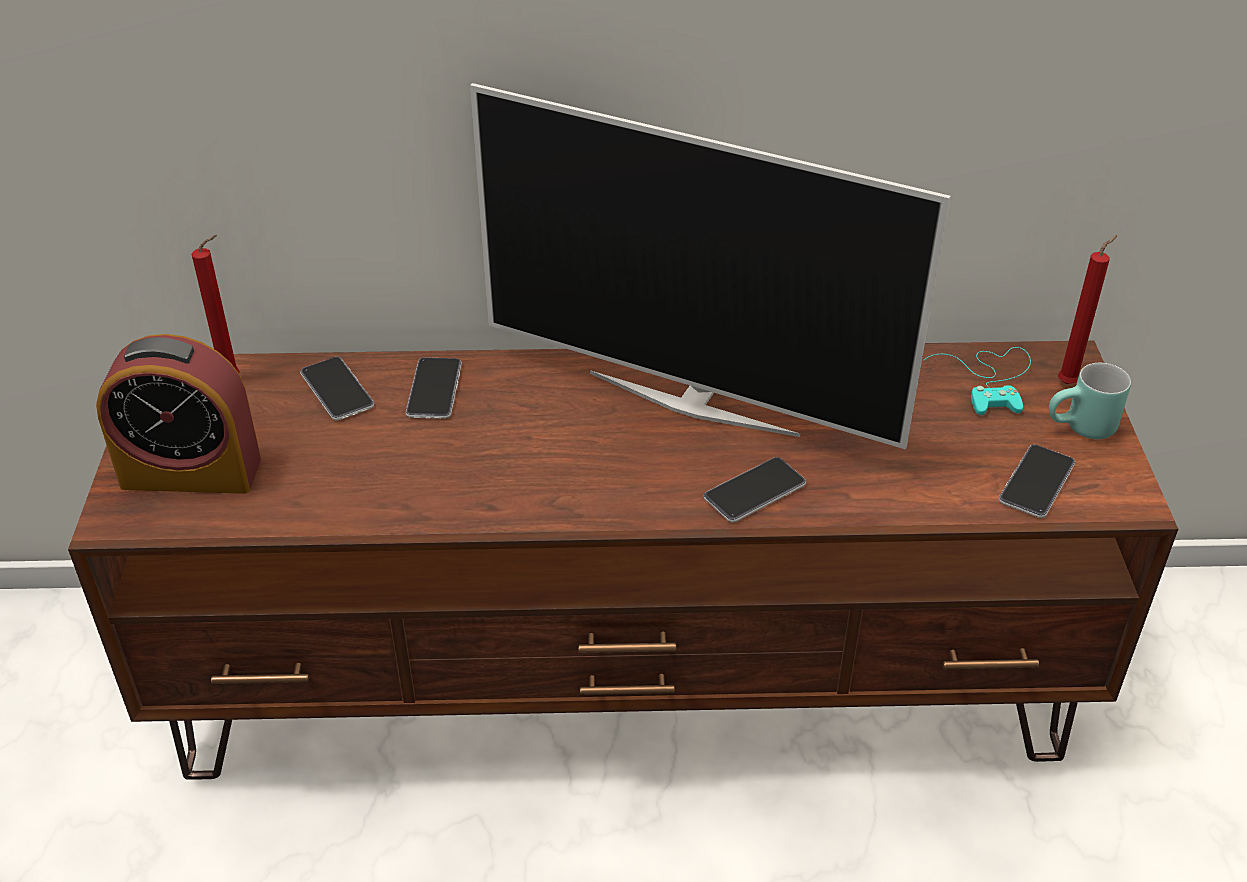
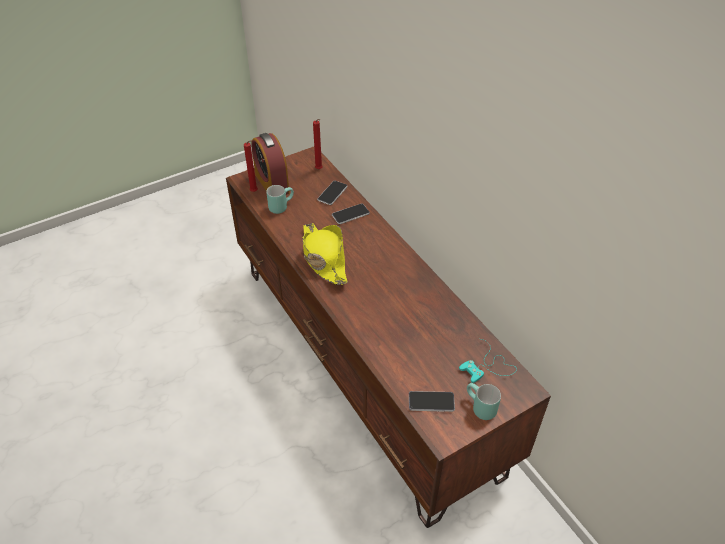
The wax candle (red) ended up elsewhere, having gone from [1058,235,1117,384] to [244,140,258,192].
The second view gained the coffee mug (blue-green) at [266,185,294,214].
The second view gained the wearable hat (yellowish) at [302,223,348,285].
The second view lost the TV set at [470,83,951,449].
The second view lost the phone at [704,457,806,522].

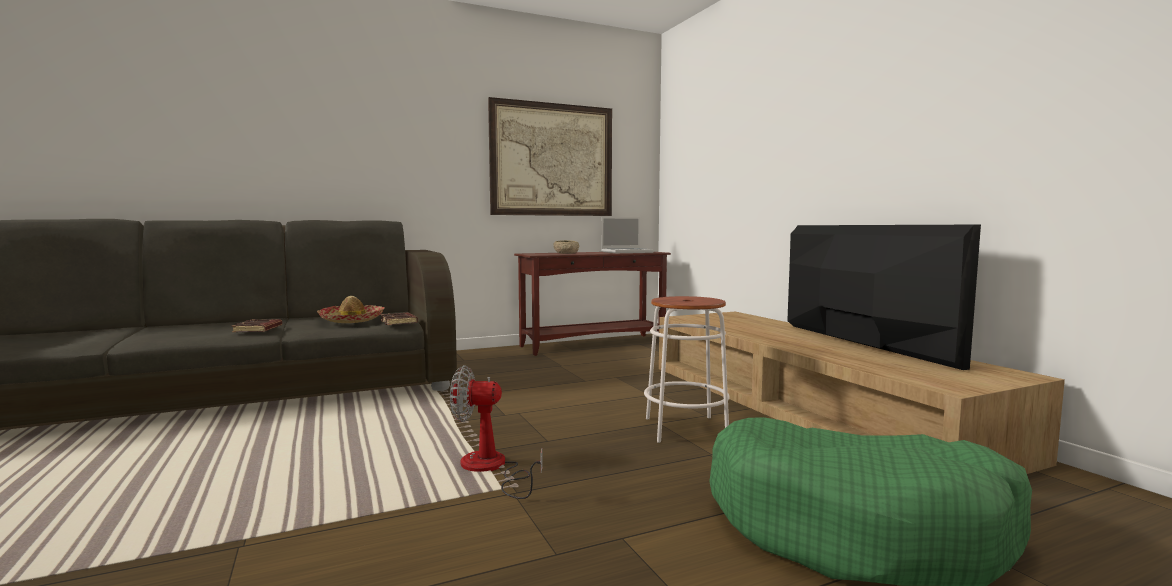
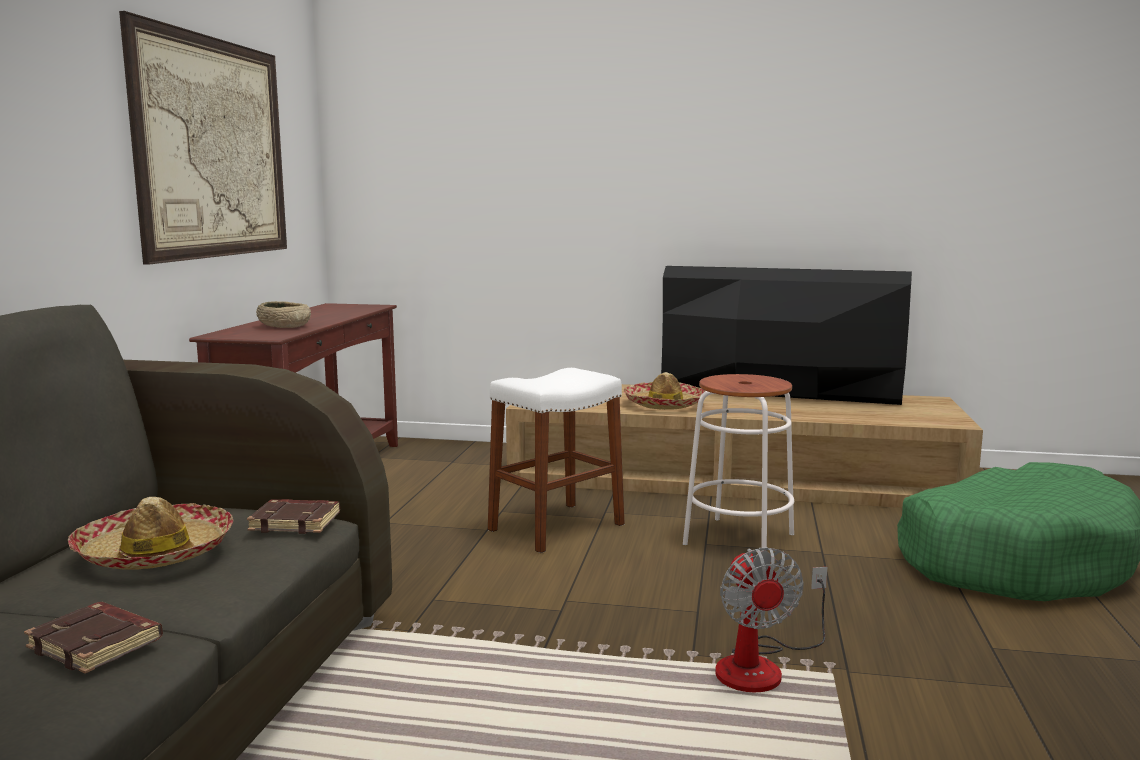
The second view gained the stool (white) at [488,368,625,553].
The second view gained the wearable hat at [623,372,705,410].
The cooling fan at [450,365,543,499] ended up facing another way, 45 degrees counterclockwise from before.
The second view lost the portable computer at [601,217,655,253].

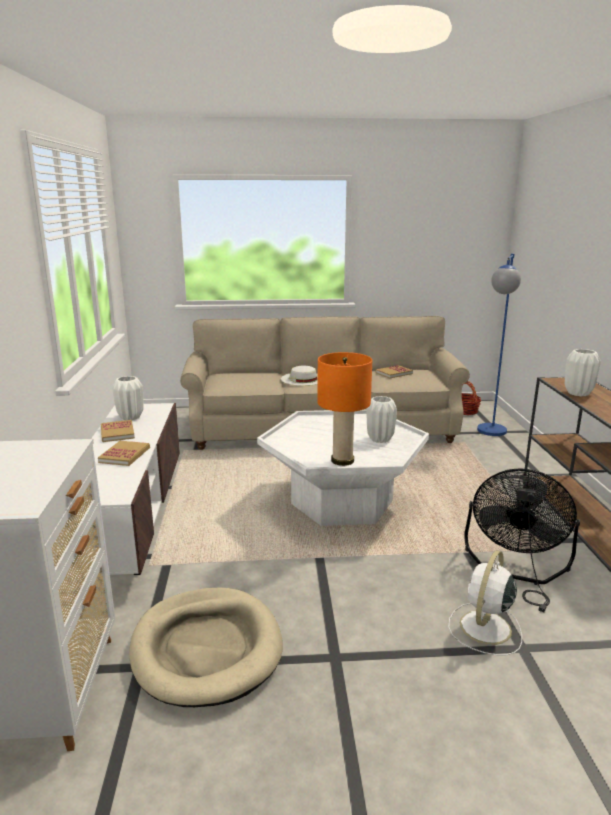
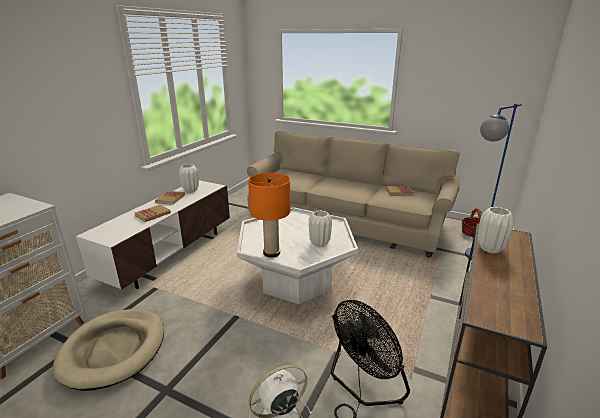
The second view lost the wearable hat (white) at [281,366,318,386].

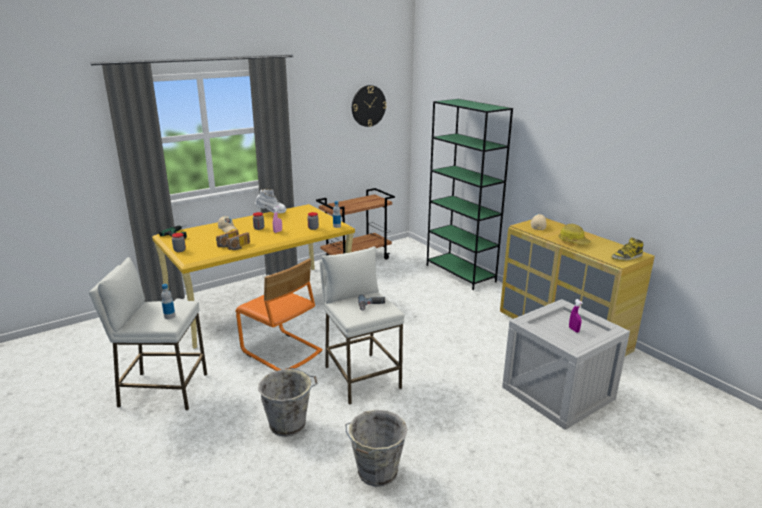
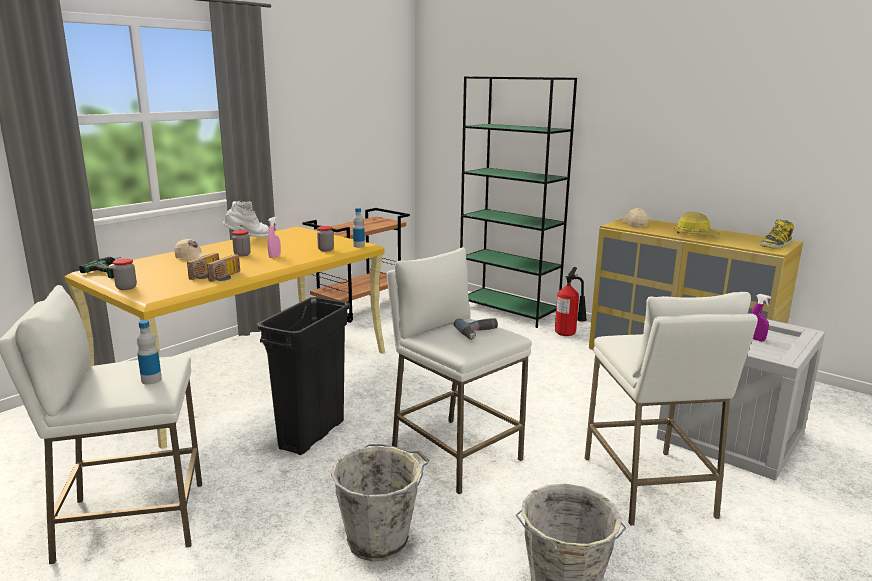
Where the plain chair (orange-coloured) stood at [235,258,322,371], the waste bin (black) came to stand at [257,297,351,455].
The second view gained the fire-fighting cylinder at [555,267,587,336].
The second view gained the stool (white) at [585,292,758,526].
The second view lost the clock on the wall at [352,85,387,127].

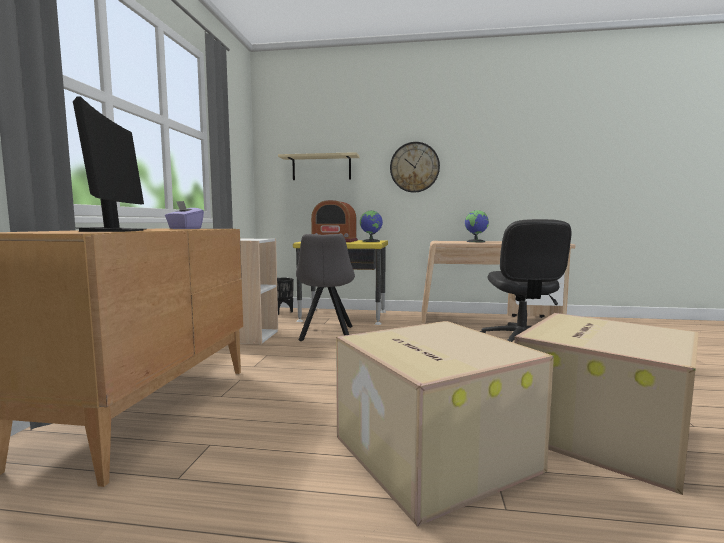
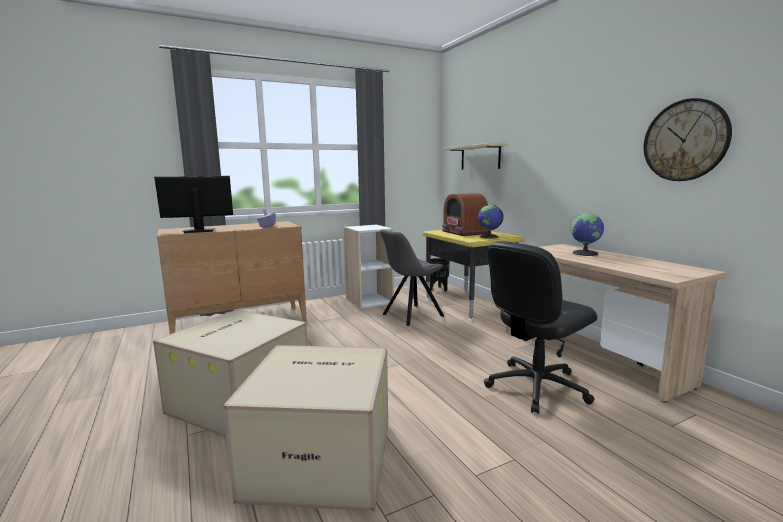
The monitor at [73,96,144,232] ended up facing another way, 150 degrees counterclockwise from before.
The clock on the wall ended up elsewhere, having gone from [390,142,440,193] to [644,98,732,181].

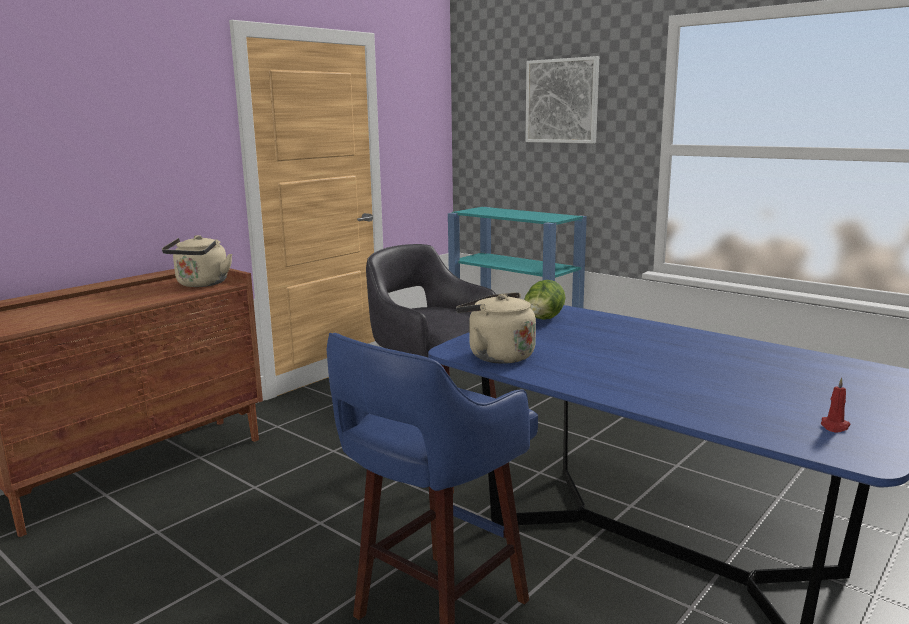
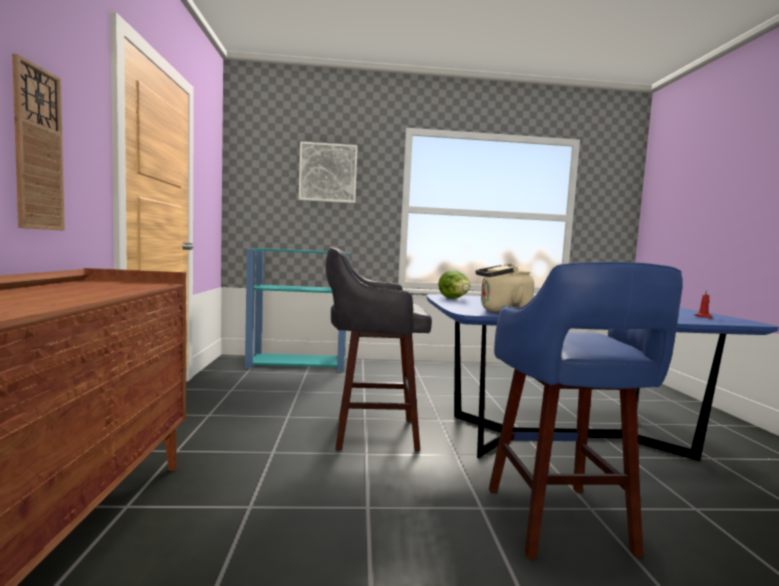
The second view gained the clock on the wall at [12,53,65,231].
The second view lost the kettle (beige-coloured) at [162,235,232,287].

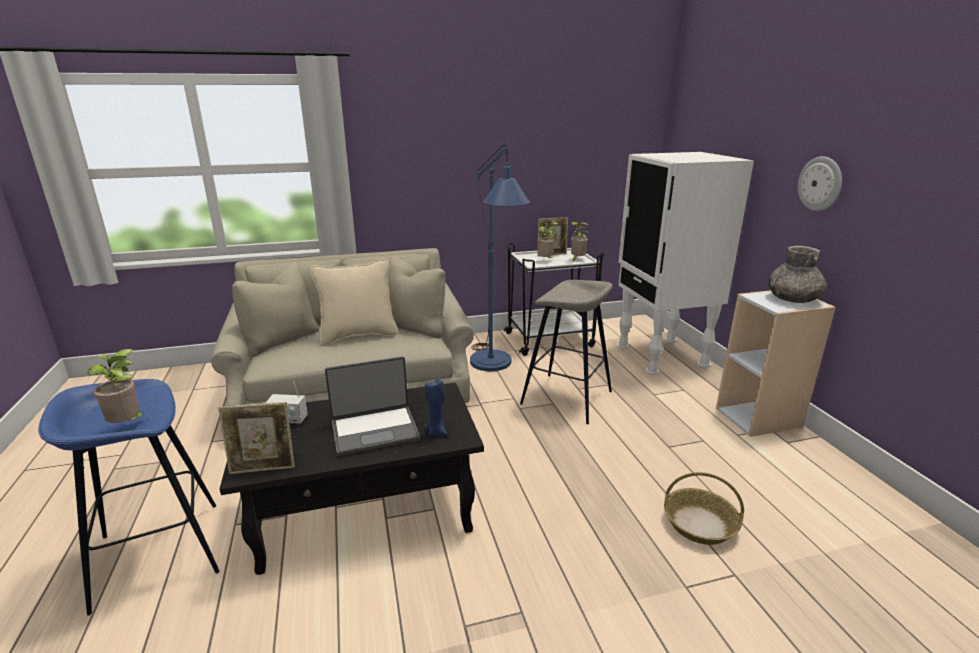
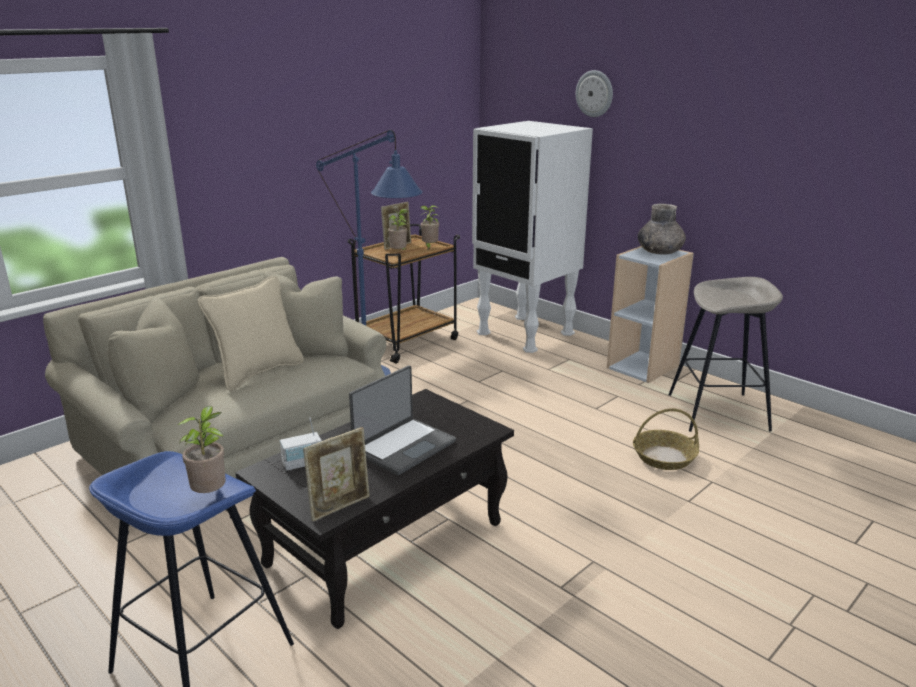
What was the cart (white) at [503,243,605,356] turned into the cart (brown-coloured) at [348,224,460,363].
The clock on the wall ended up elsewhere, having gone from [798,156,842,211] to [576,70,613,117].
The stool (grey) ended up elsewhere, having gone from [520,280,613,424] to [669,277,783,432].
The second view lost the wax candle (blue-coloured) at [425,378,448,437].

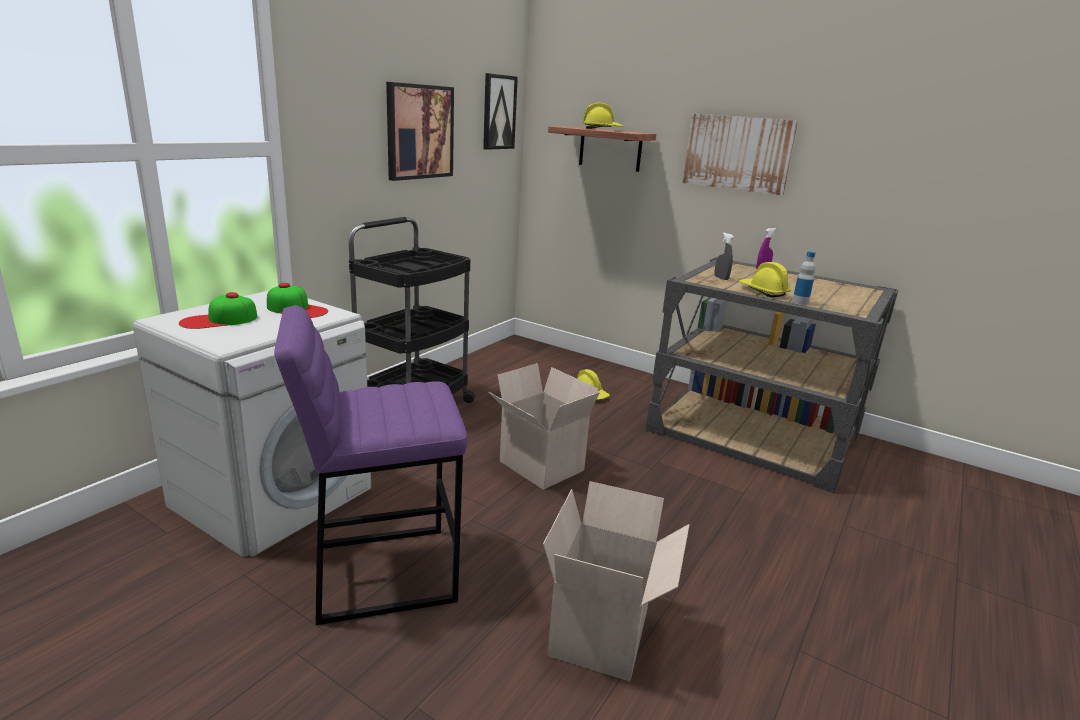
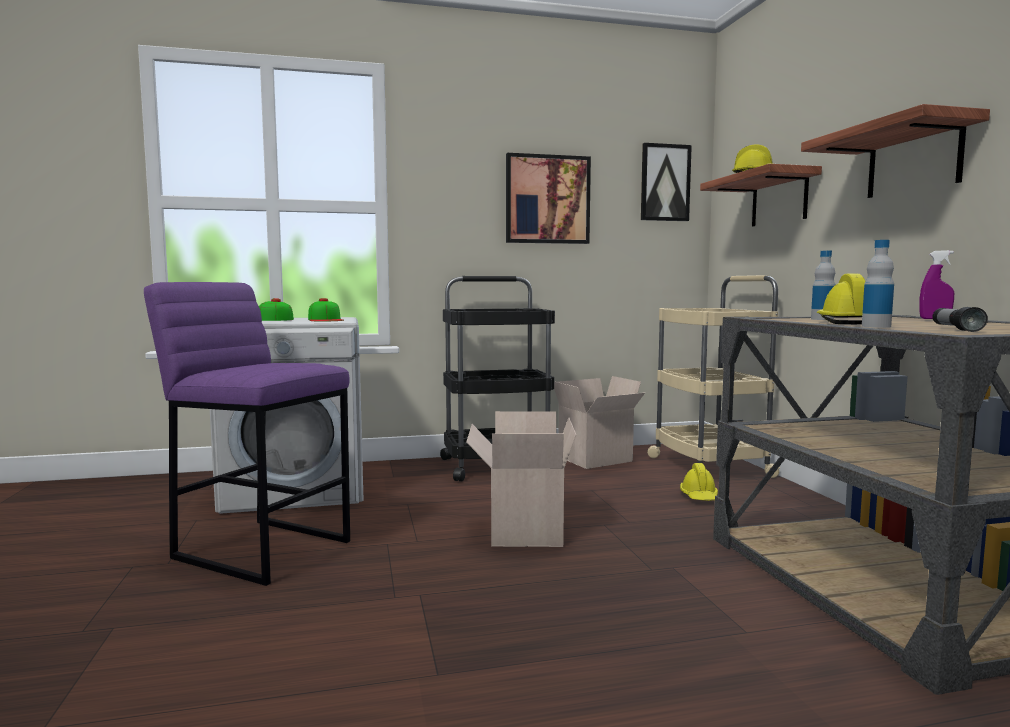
The cardboard box ended up elsewhere, having gone from [543,481,690,681] to [554,376,645,469].
The second view gained the cart (beige-coloured) at [647,275,780,478].
Where the picture hung at [683,114,798,195], the wall shelf came to hang at [801,104,990,198].
Where the spray bottle (grey) stood at [714,233,734,280], the drink bottle came to stand at [811,250,836,320].
The second view gained the hand torch at [932,307,988,332].

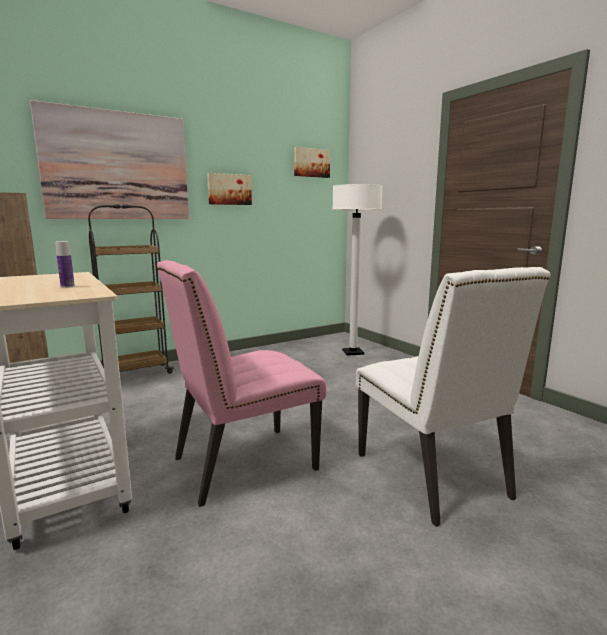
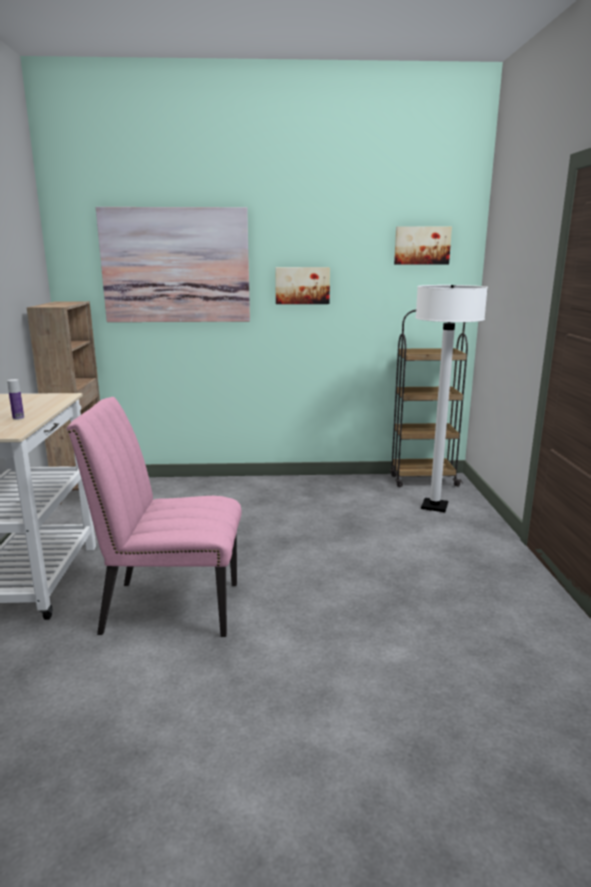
The cart (brown-coloured) ended up elsewhere, having gone from [88,204,174,374] to [390,310,468,487].
The second view lost the plain chair (white) at [355,267,550,527].

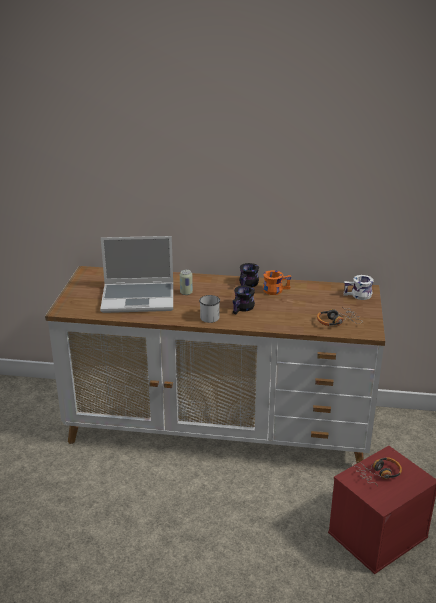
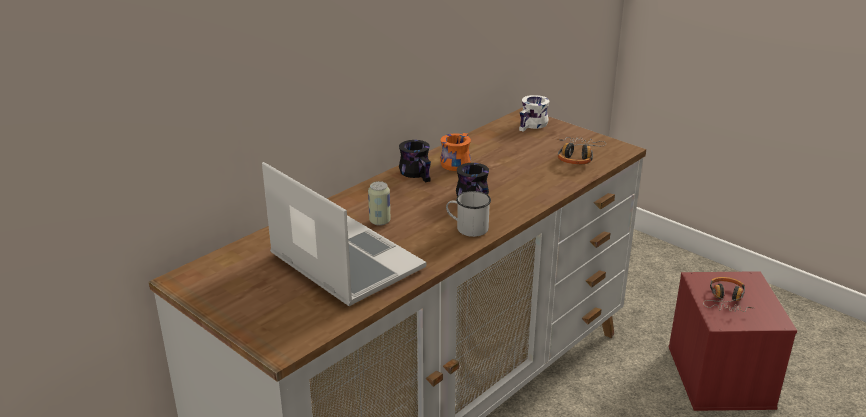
The portable computer at [100,236,173,313] ended up facing another way, 75 degrees counterclockwise from before.

